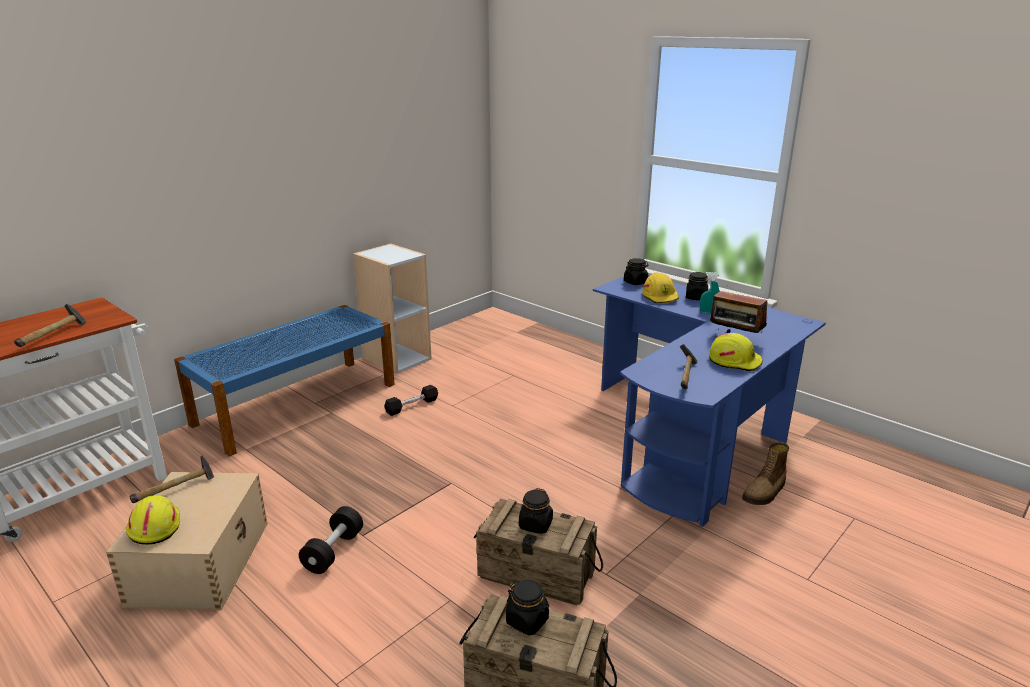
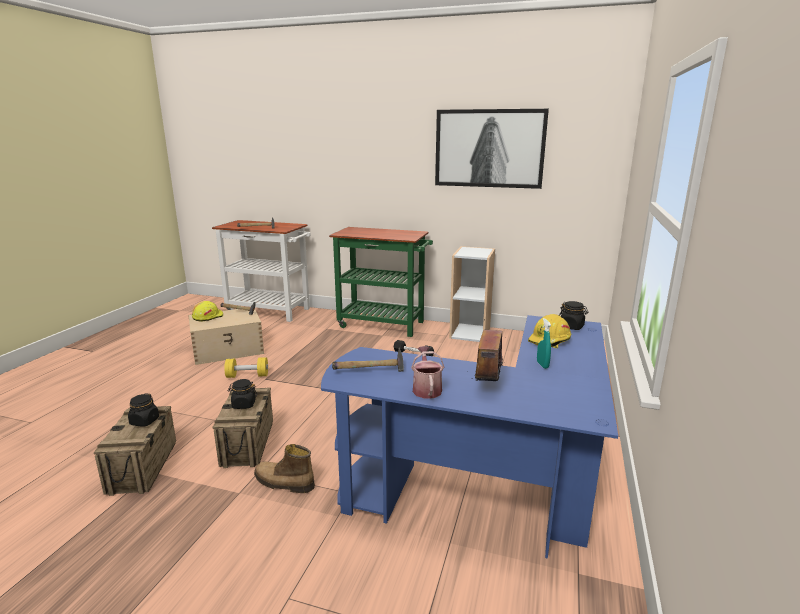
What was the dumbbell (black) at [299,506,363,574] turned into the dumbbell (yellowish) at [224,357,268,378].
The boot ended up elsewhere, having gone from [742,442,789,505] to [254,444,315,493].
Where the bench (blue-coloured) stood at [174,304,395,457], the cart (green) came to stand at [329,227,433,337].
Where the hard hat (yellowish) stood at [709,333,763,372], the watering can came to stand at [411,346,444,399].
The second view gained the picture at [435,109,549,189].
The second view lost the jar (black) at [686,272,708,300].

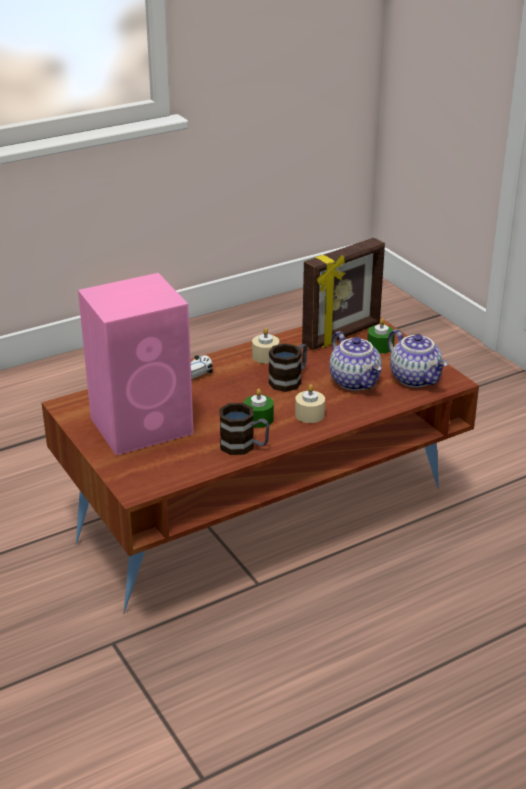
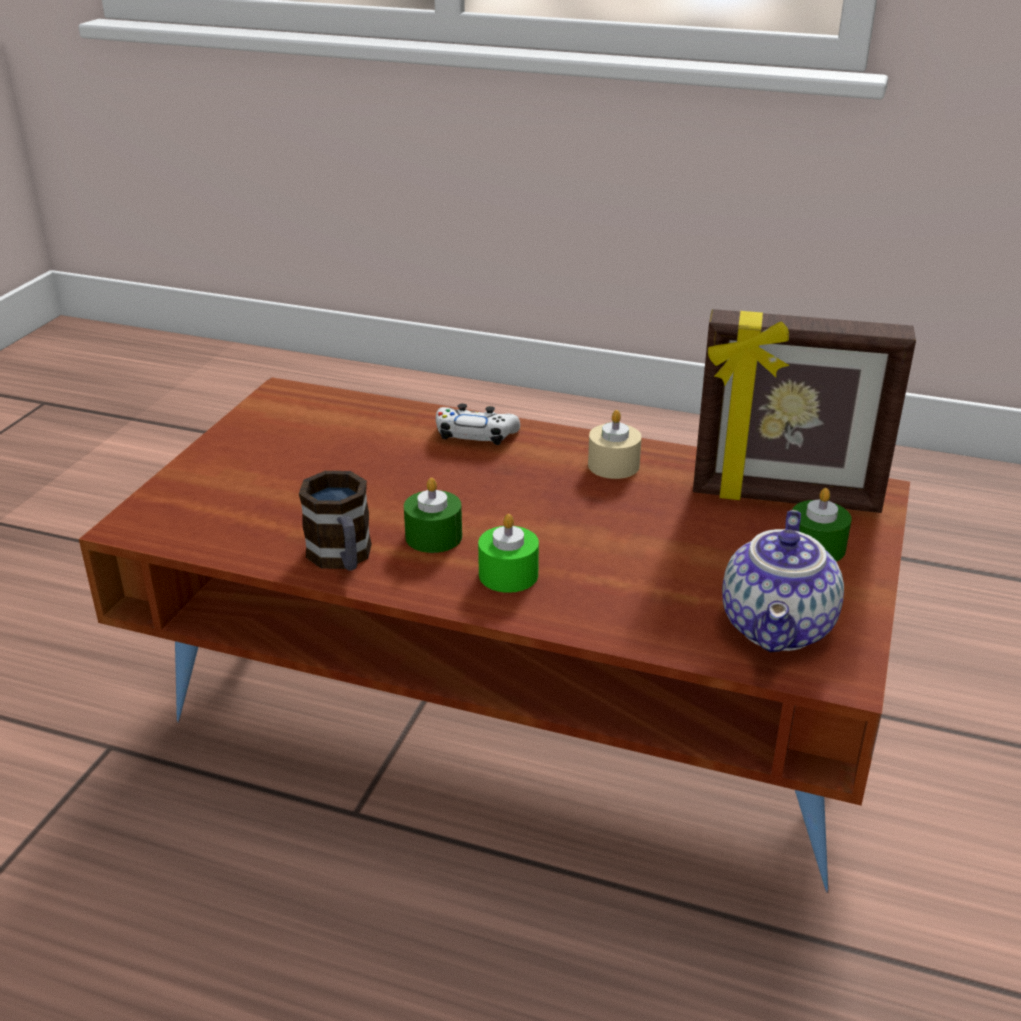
What was the wax candle (beige-coloured) at [295,384,325,423] turned into the wax candle (green) at [478,514,539,593].
The second view lost the audio speaker (pinkish) at [78,273,194,455].
The second view lost the coffee mug at [269,343,307,392].
The second view lost the pot for tea at [329,331,382,391].

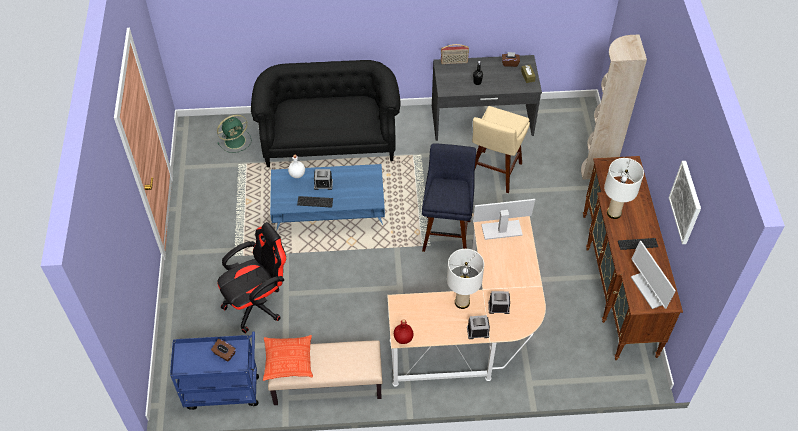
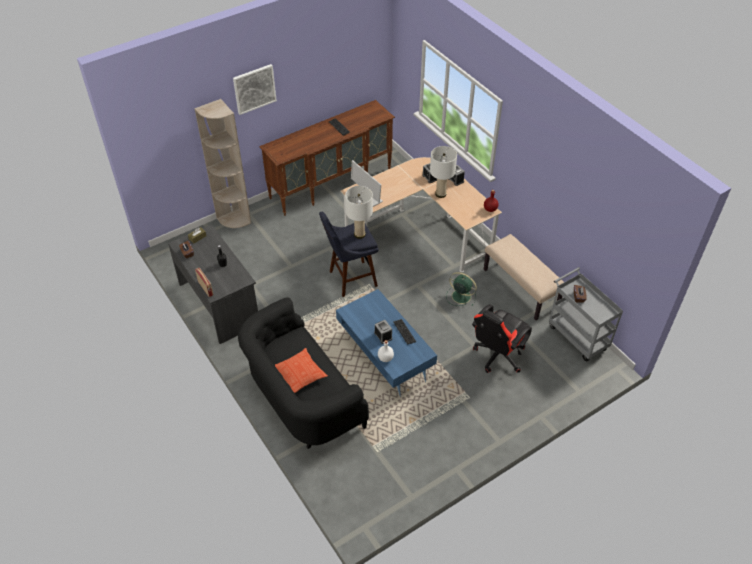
The picture ended up elsewhere, having gone from [669,161,701,244] to [233,64,277,115].
The cushion (orange-coloured) ended up elsewhere, having gone from [263,335,313,381] to [275,348,328,393].
The table lamp (white) ended up elsewhere, having gone from [604,158,644,219] to [345,186,373,239].
The cooling fan (green) ended up elsewhere, having gone from [217,115,251,153] to [446,272,477,306].
The computer chair (black) at [217,222,286,333] ended up facing another way, 75 degrees counterclockwise from before.
What was the cart (blue-coloured) at [170,331,259,410] turned into the cart (grey) at [549,267,623,361].
The second view lost the stool (beige-coloured) at [472,106,530,193].
The second view lost the monitor at [631,241,676,309].

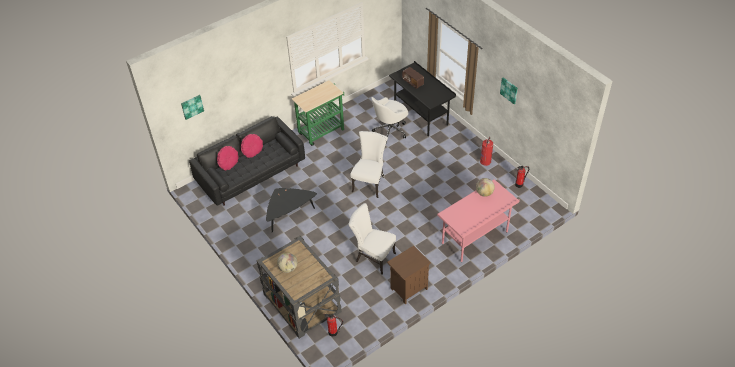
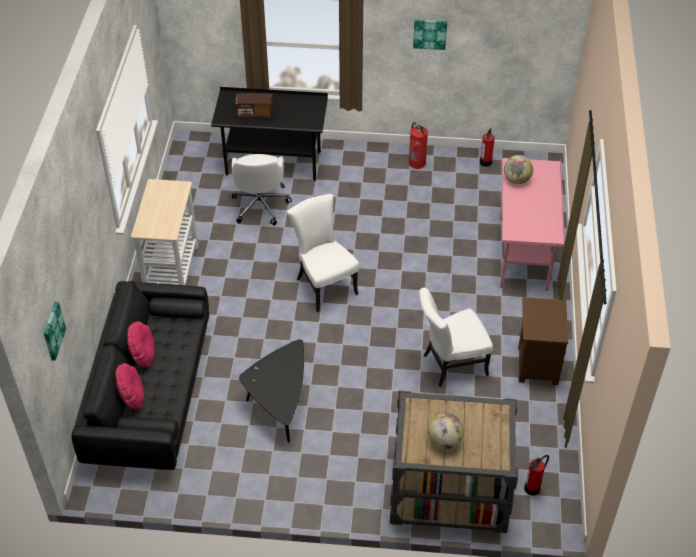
What was the cart (green) at [292,80,344,146] turned into the cart (white) at [131,179,199,285].

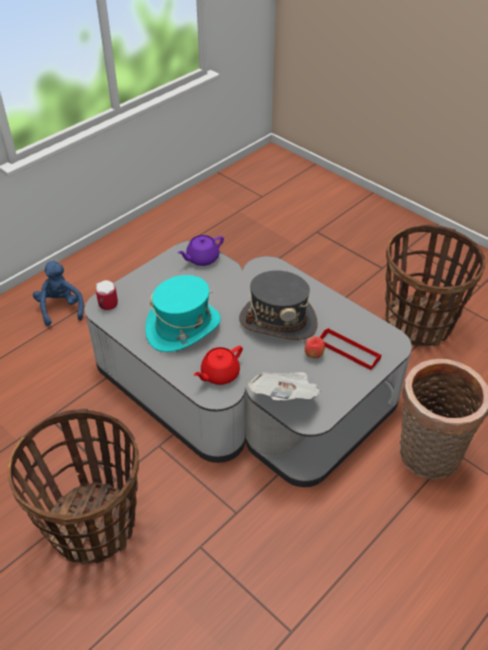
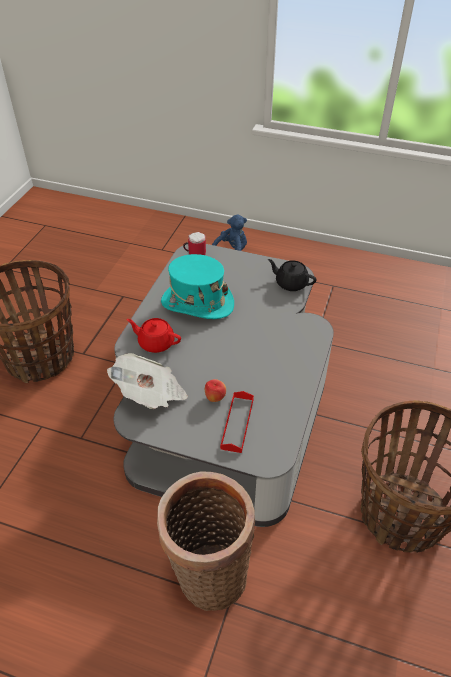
What was the pot for tea (purple) at [178,235,224,266] turned into the pot for tea (black) at [268,259,316,291].
The second view lost the wearable hat (grey) at [239,270,318,340].

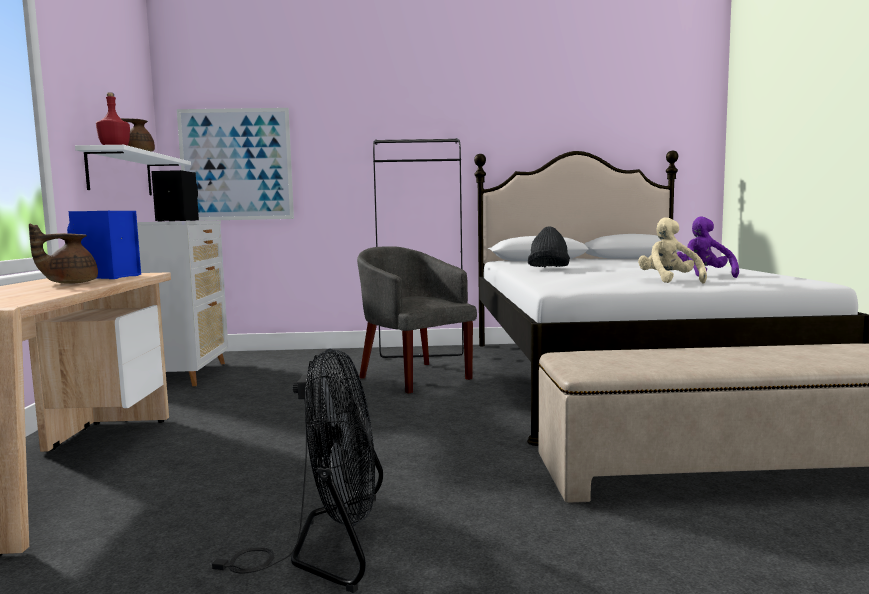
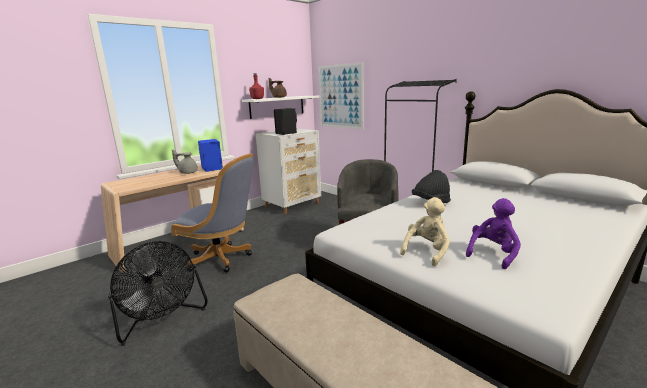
The second view gained the computer chair (blue-coloured) at [171,154,254,273].
What was the pot for tea (brown-coloured) at [29,223,98,284] turned into the pot for tea (grey) at [172,149,198,174].

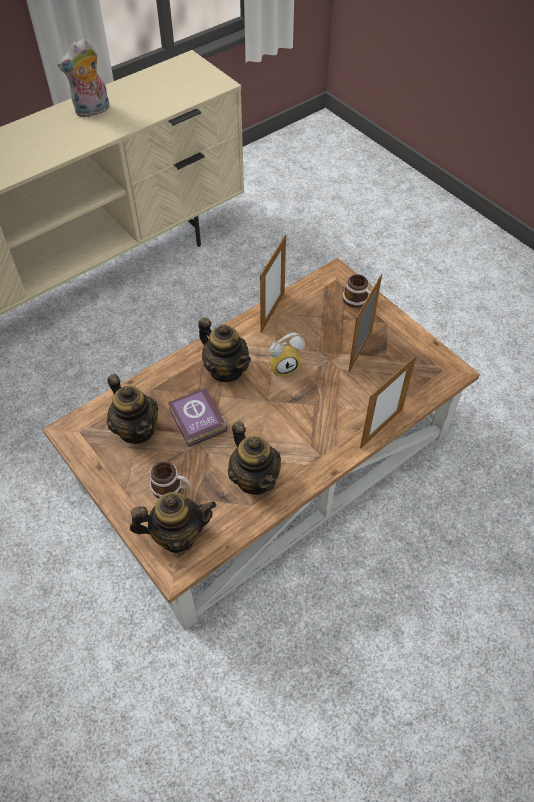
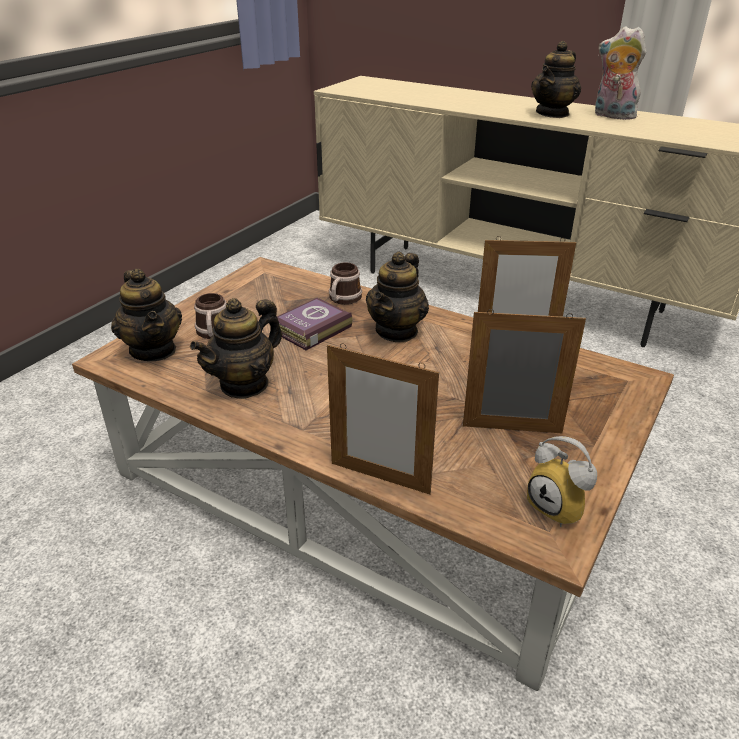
The coffee mug ended up elsewhere, having gone from [343,274,371,308] to [329,262,362,305].
The table clock ended up elsewhere, having gone from [269,333,305,376] to [527,436,597,527].
The pot for tea ended up elsewhere, having gone from [107,374,158,444] to [531,41,581,118].

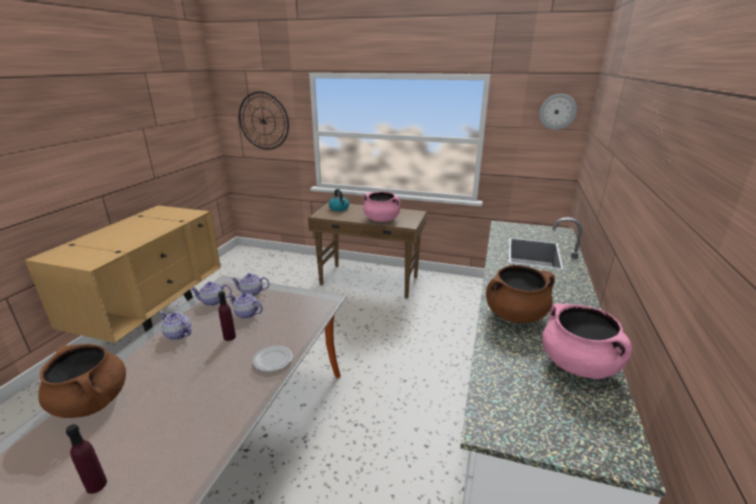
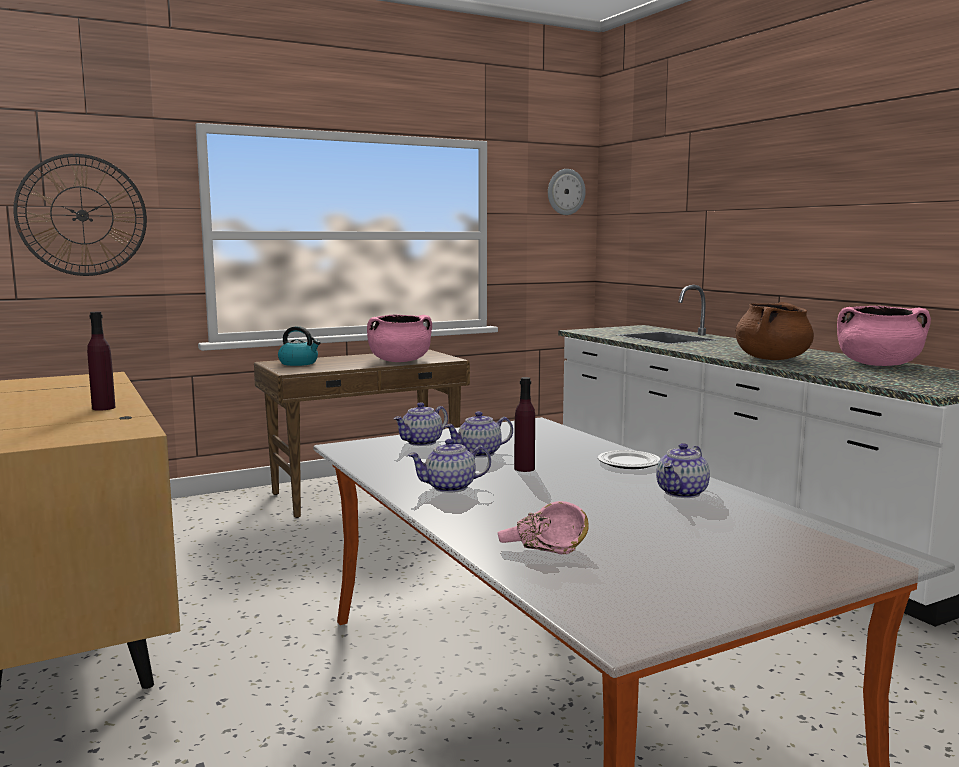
The drink bottle (purple) ended up elsewhere, having gone from [66,424,107,494] to [87,312,115,411].
Where the saucepot (brown-coloured) stood at [38,344,126,418], the bowl (pinkish) came to stand at [497,501,589,554].
The pot for tea ended up elsewhere, having gone from [190,281,232,306] to [656,443,710,498].

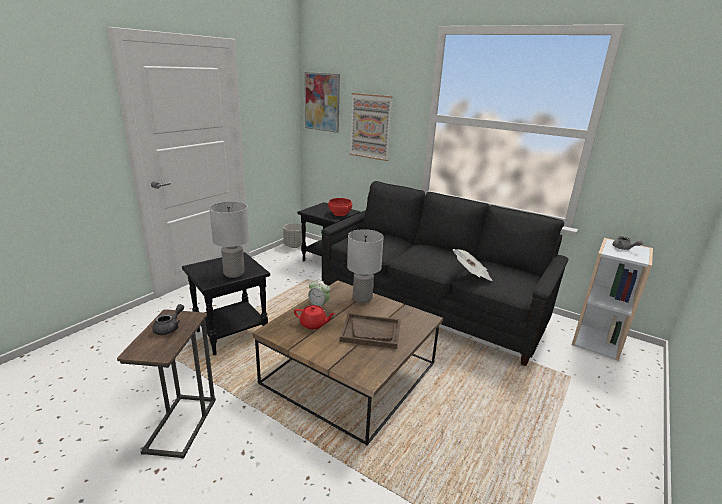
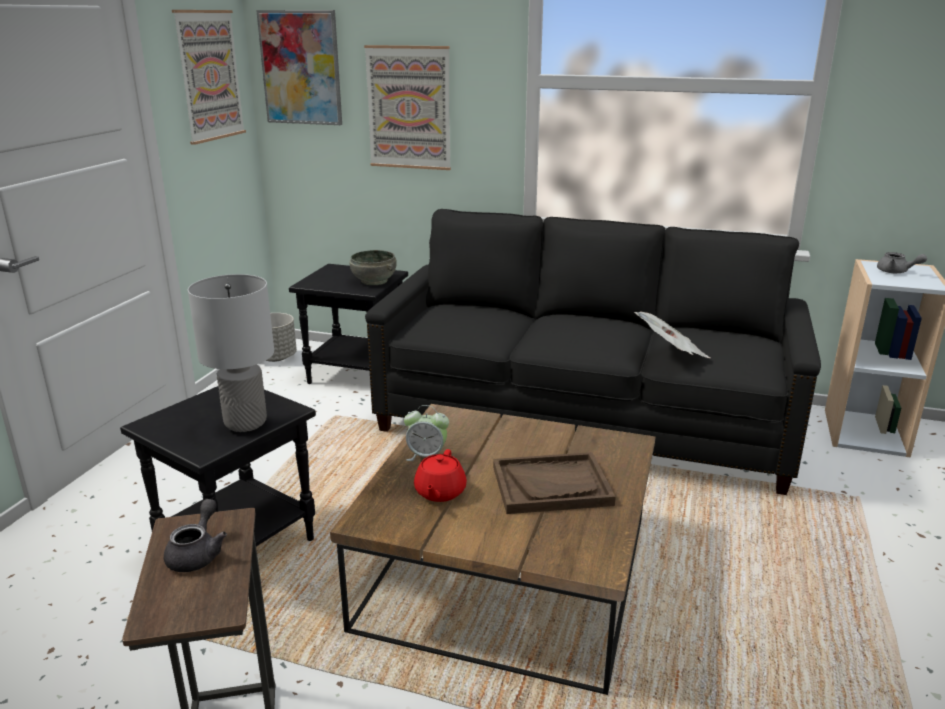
The second view gained the picture at [172,10,246,145].
What was the bowl (red) at [328,198,352,216] turned into the bowl (grey) at [350,250,397,285].
The pot for tea (red) at [294,305,336,329] ended up facing another way, 105 degrees clockwise from before.
The second view lost the table lamp (grey) at [347,229,384,303].

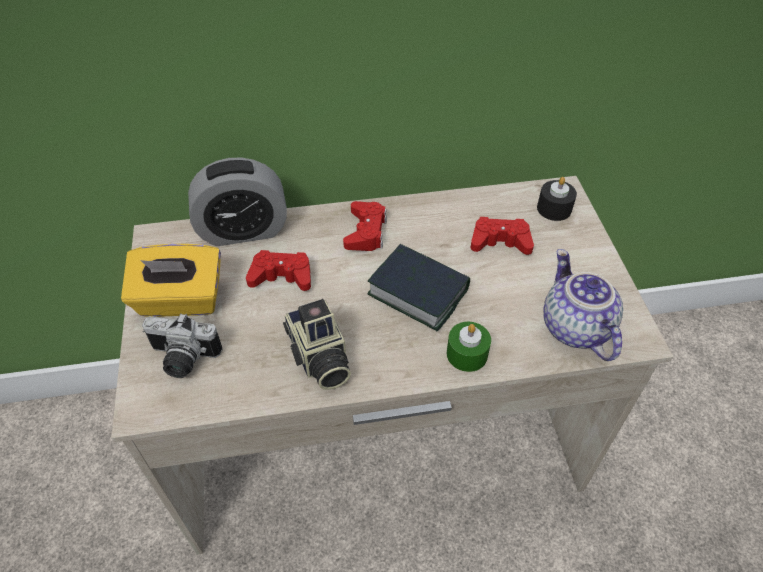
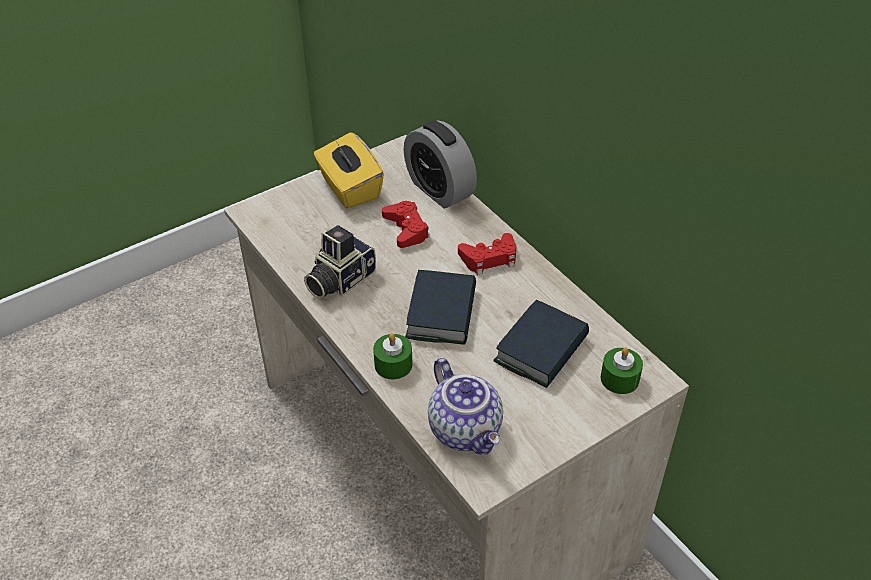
The pot for tea at [543,249,623,361] ended up facing another way, 105 degrees clockwise from before.
Where the joypad (red) stood at [470,217,534,255], the book came to stand at [493,300,589,388].
What was the wax candle (black) at [537,177,577,221] turned into the wax candle (green) at [600,348,643,394].
The second view lost the photo camera at [142,313,222,378].

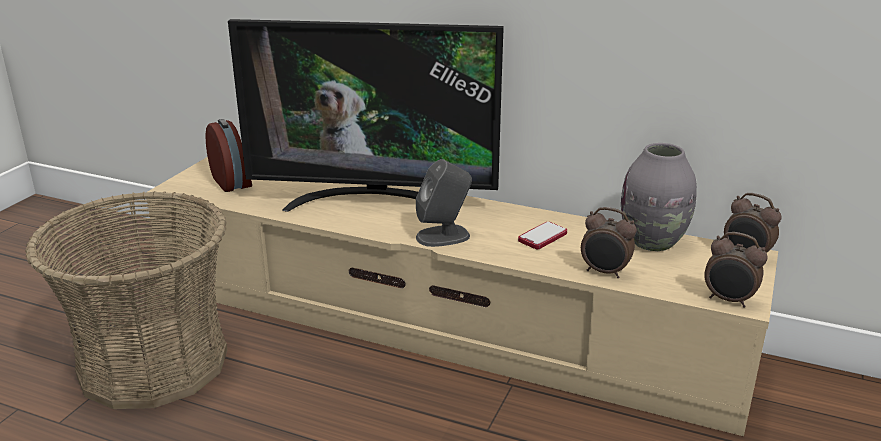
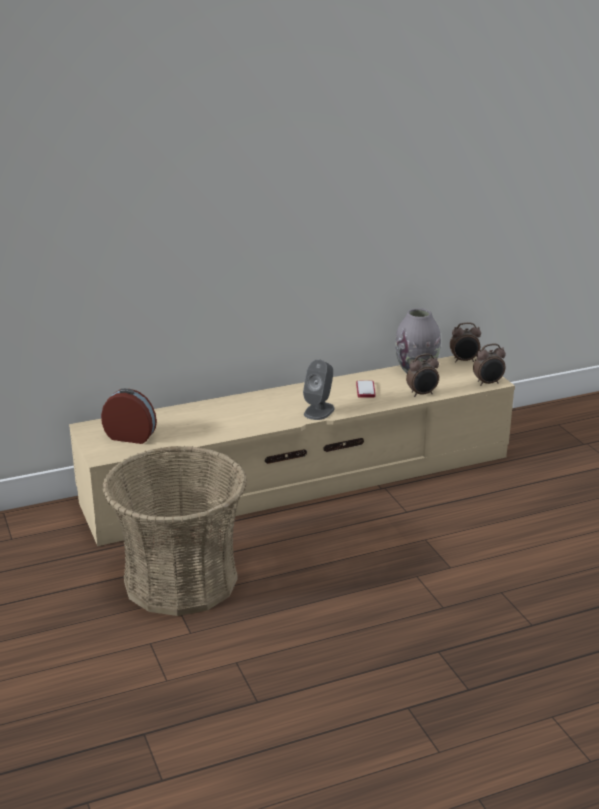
The second view lost the TV set at [228,19,503,212].

